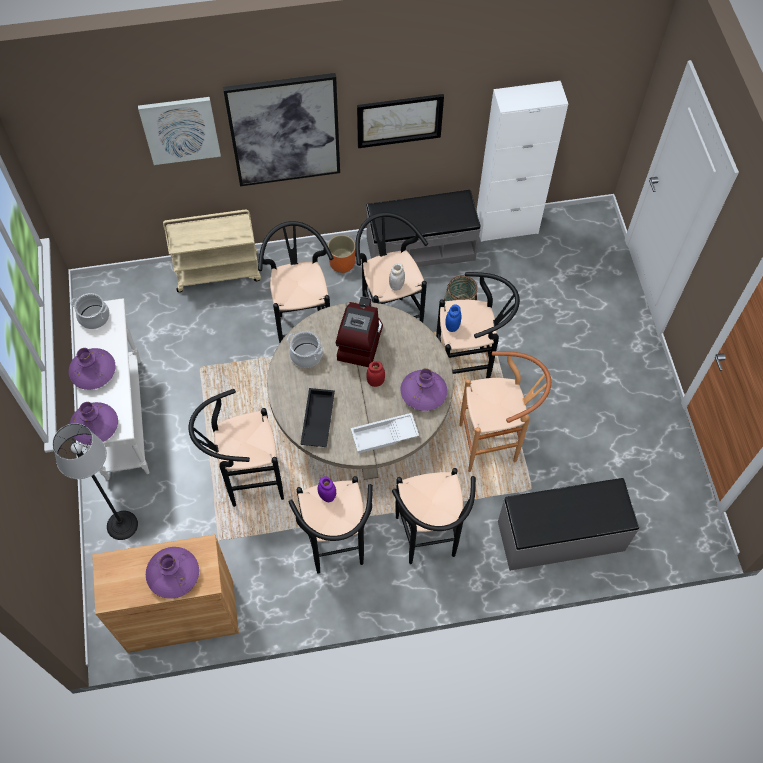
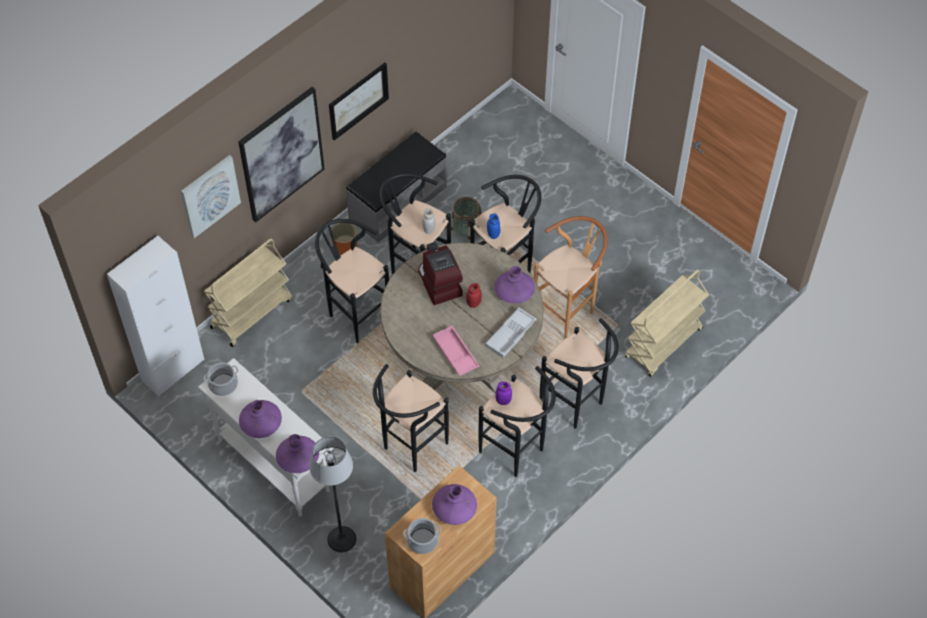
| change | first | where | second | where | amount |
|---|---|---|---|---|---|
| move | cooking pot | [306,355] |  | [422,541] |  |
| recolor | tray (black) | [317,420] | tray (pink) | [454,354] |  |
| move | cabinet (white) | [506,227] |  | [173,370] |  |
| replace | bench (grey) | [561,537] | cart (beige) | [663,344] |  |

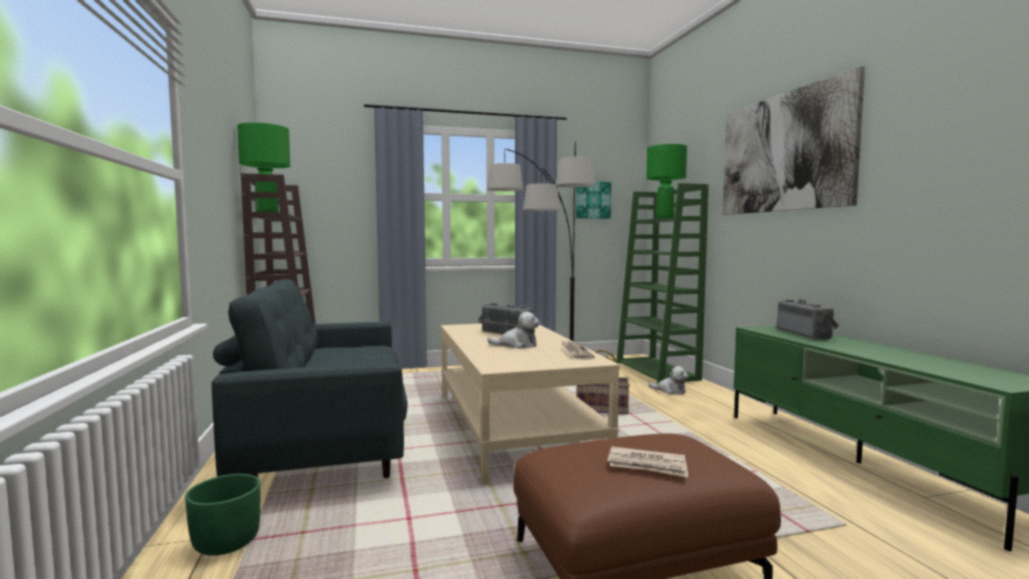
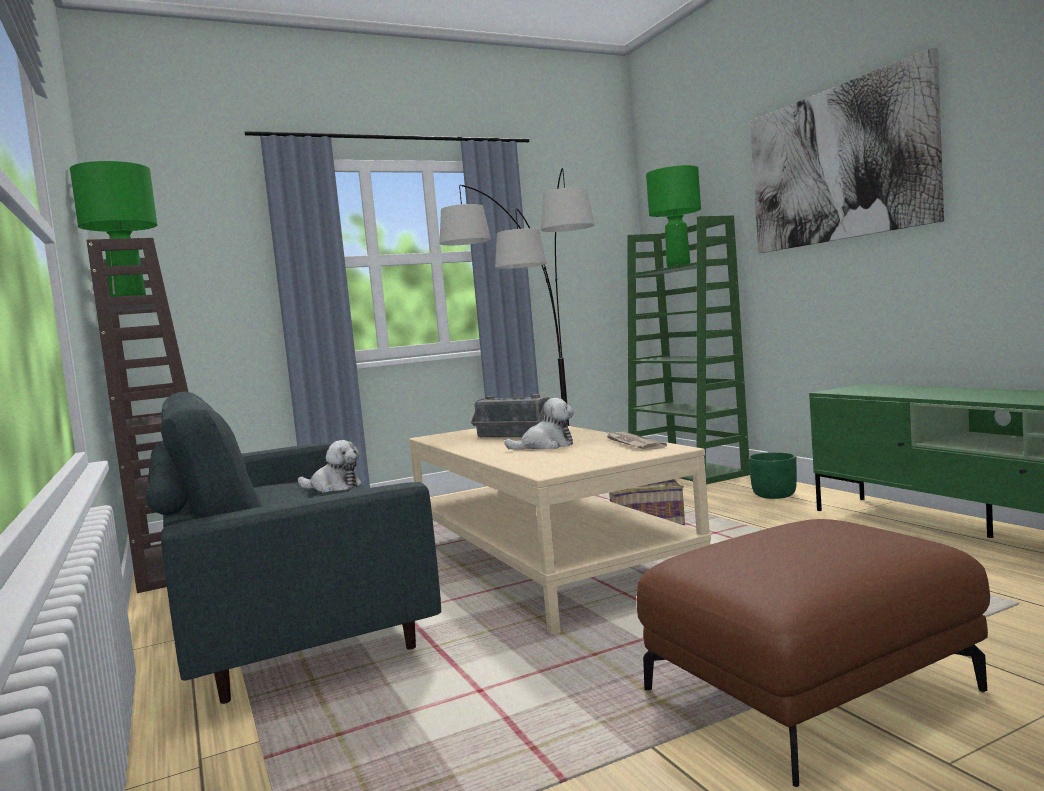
| change | first | where | second | where | amount |
|---|---|---|---|---|---|
| move | planter (green) | [226,542] |  | [774,495] |  |
| delete | picture | [592,200] |  |  |  |
| delete | newspaper | [647,465] |  |  |  |
| move | plush toy | [670,391] |  | [333,487] |  |
| delete | radio | [806,334] |  |  |  |

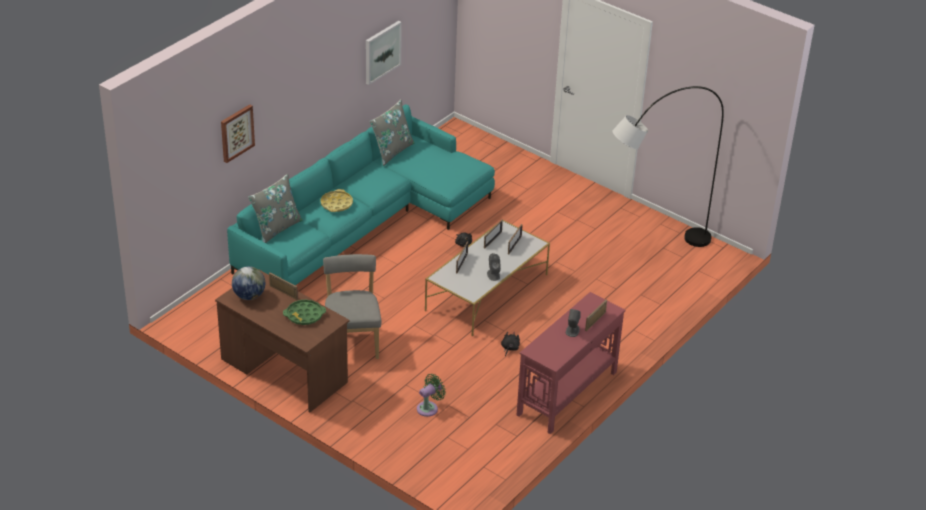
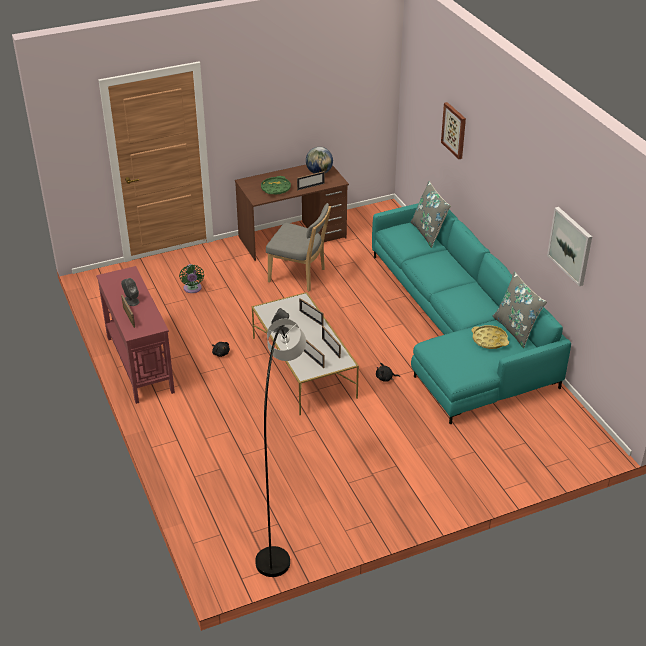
| change | first | where | second | where | amount |
|---|---|---|---|---|---|
| move | tray (yellow) | [336,204] |  | [489,340] |  |

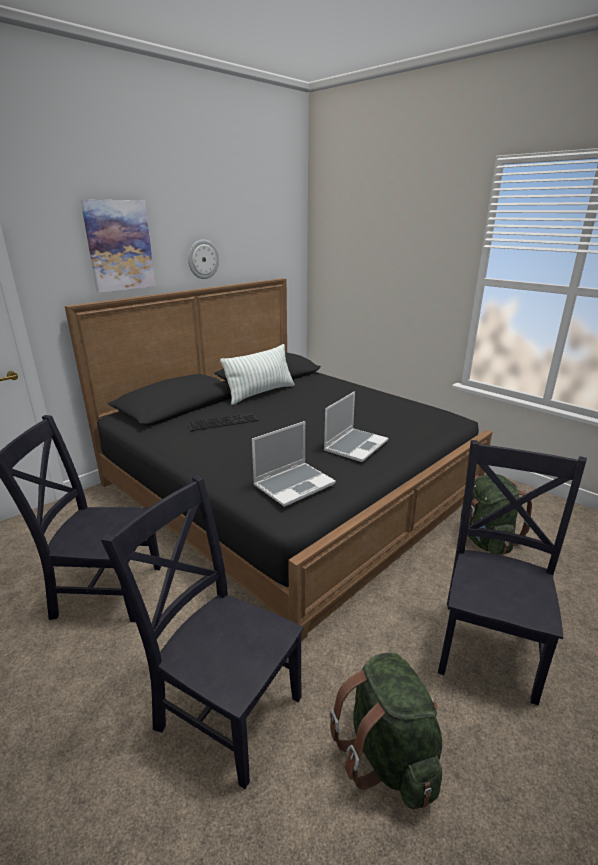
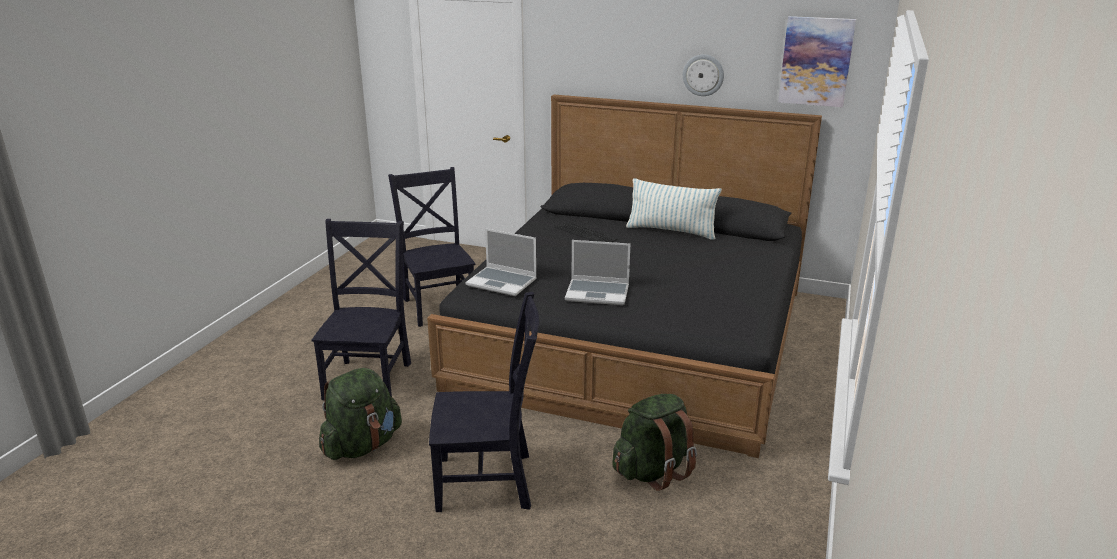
| change | first | where | second | where | amount |
|---|---|---|---|---|---|
| move | picture | [119,246] |  | [816,61] |  |

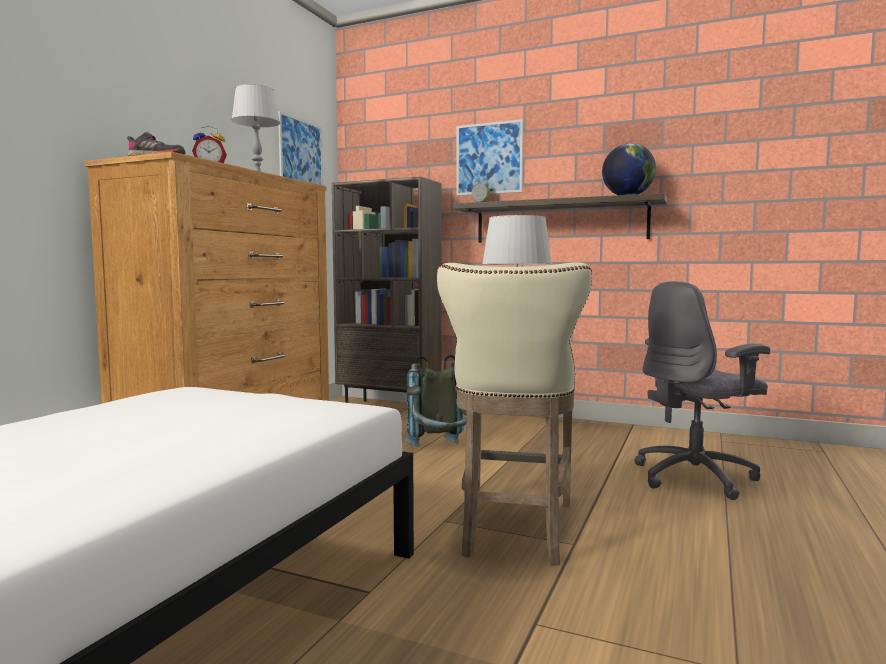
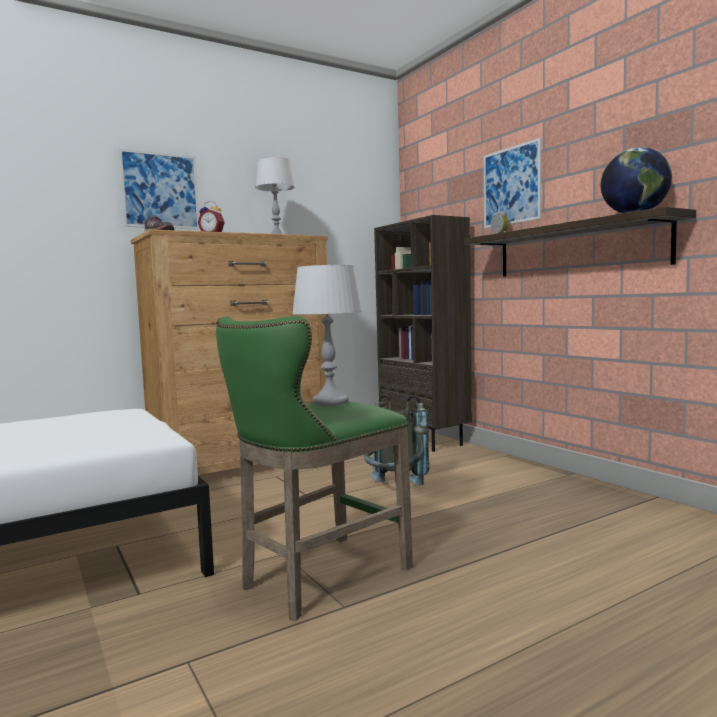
| change | first | where | second | where | amount |
|---|---|---|---|---|---|
| move | picture | [301,154] |  | [160,190] |  |
| recolor | stool (beige) | [514,531] | stool (green) | [317,579] |  |
| delete | office chair (grey) | [696,477] |  |  |  |

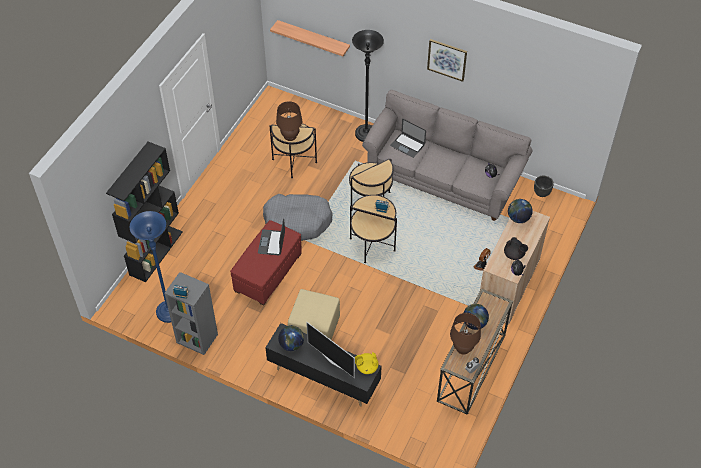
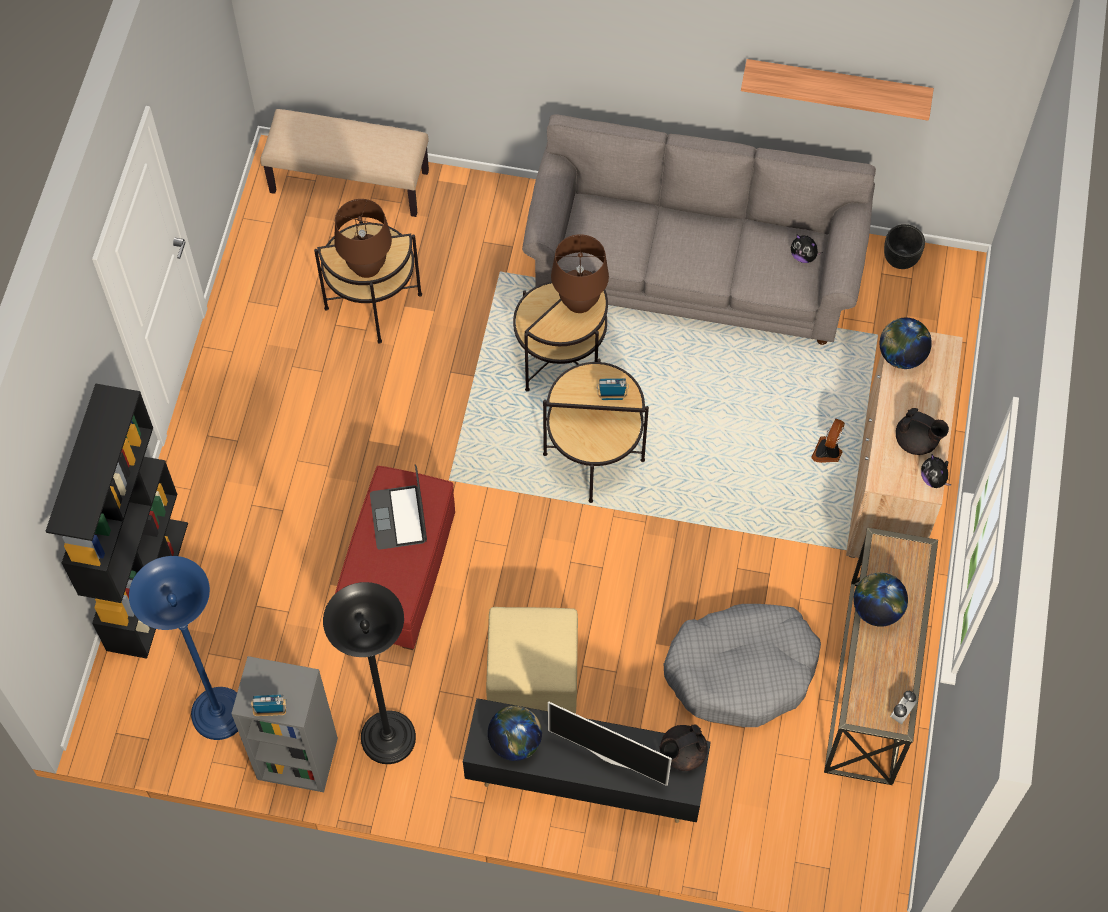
| change | first | where | second | where | amount |
|---|---|---|---|---|---|
| move | dog bed (grey) | [298,221] |  | [741,670] |  |
| move | shelf | [313,38] |  | [837,85] |  |
| move | floor lamp (black) | [366,134] |  | [388,738] |  |
| recolor | teapot (yellow) | [366,367] | teapot (black) | [682,753] |  |
| delete | laptop | [407,145] |  |  |  |
| delete | picture | [447,59] |  |  |  |
| move | table lamp (brown) | [463,348] |  | [579,301] |  |
| insert |  |  | bench (beige) | [350,181] |  |

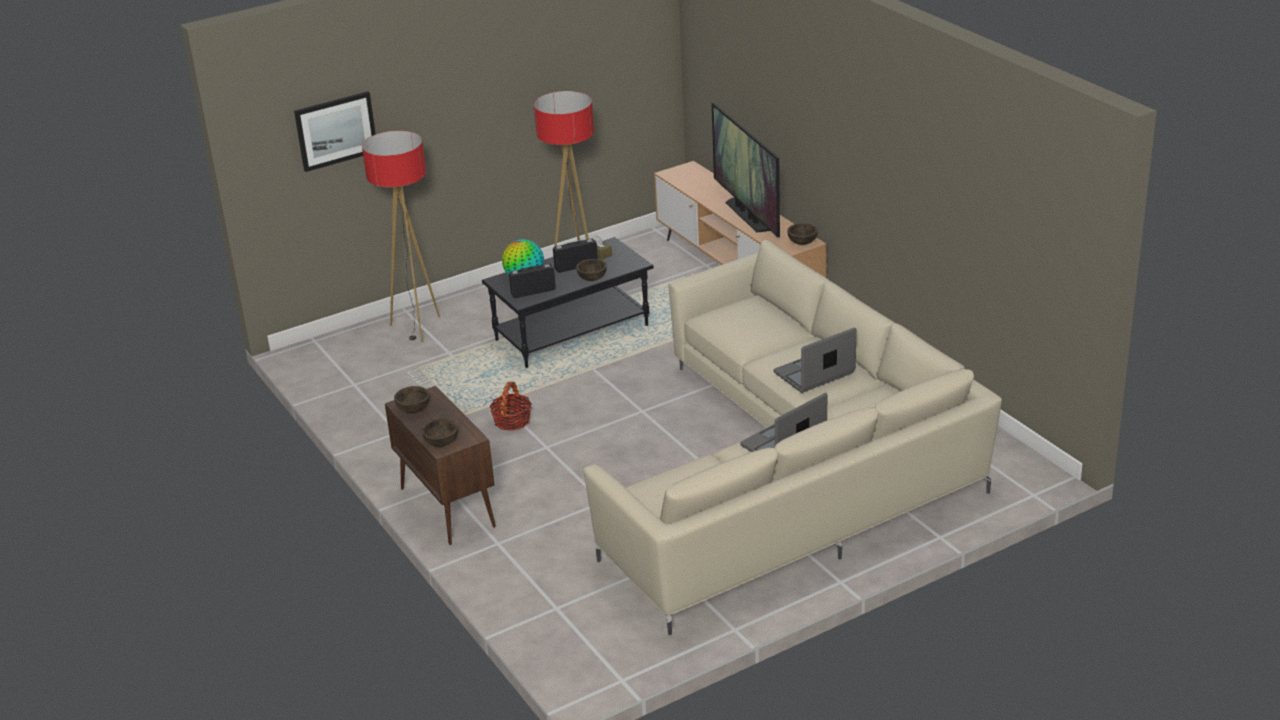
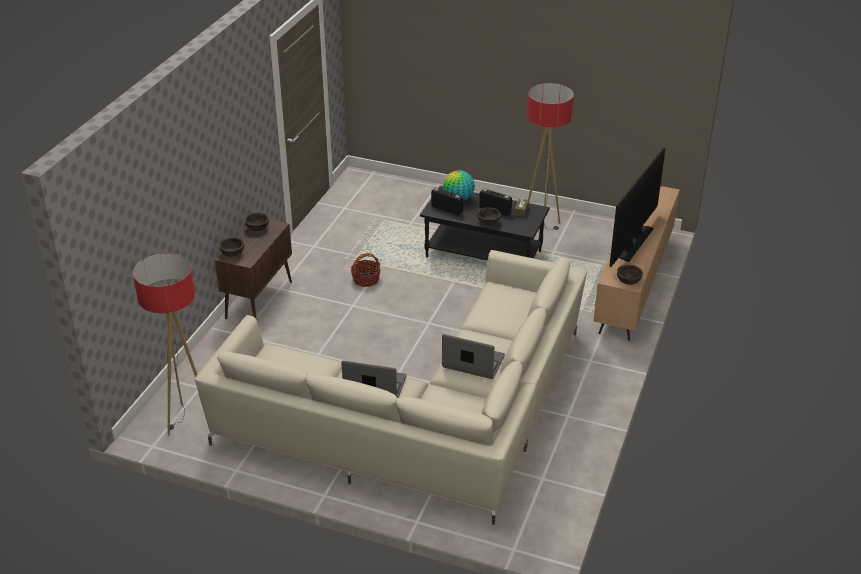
| change | first | where | second | where | amount |
|---|---|---|---|---|---|
| delete | picture | [336,130] |  |  |  |
| move | floor lamp | [417,328] |  | [187,421] |  |

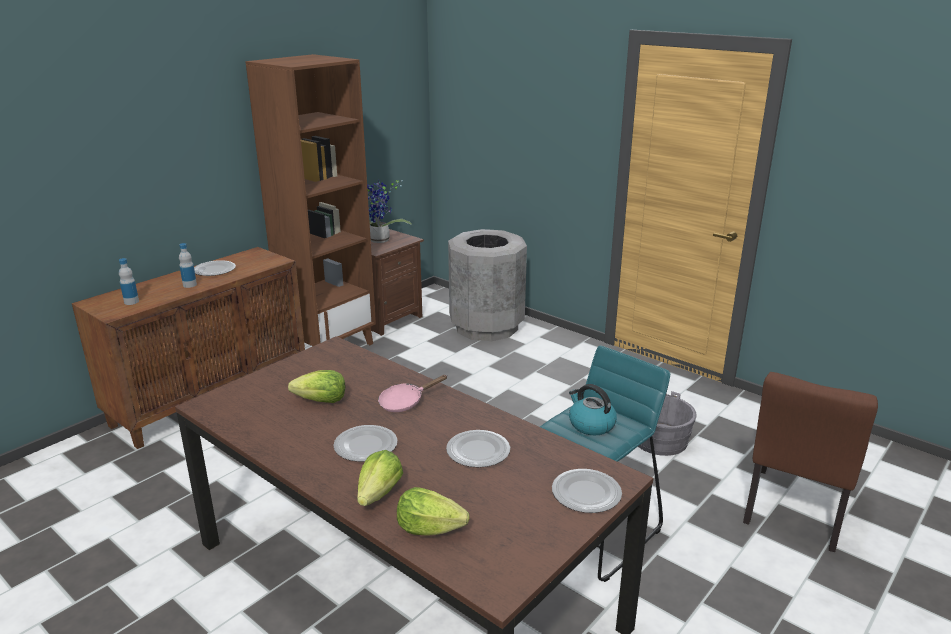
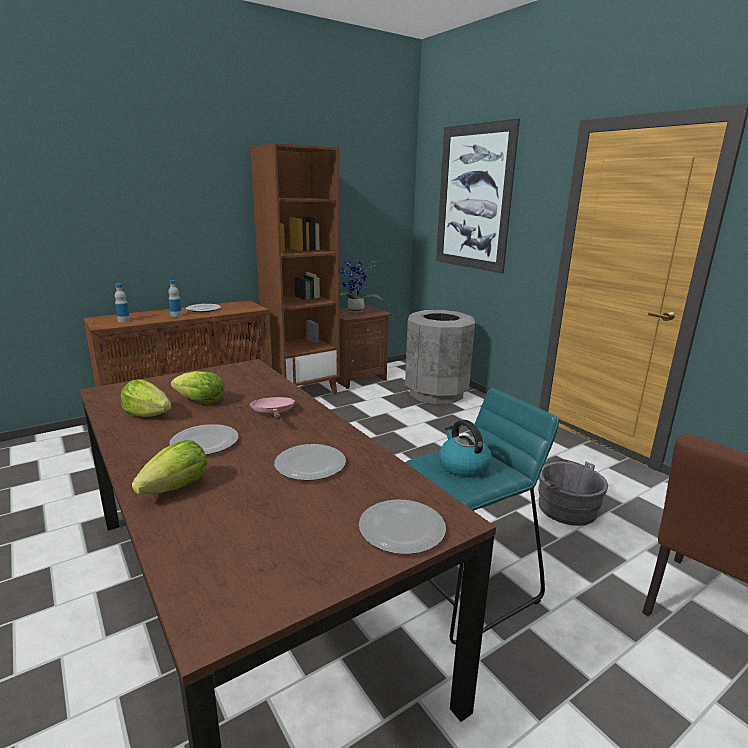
| change | first | where | second | where | amount |
|---|---|---|---|---|---|
| rotate | frying pan (pink) | [405,402] |  | [274,413] | 90 degrees clockwise |
| move | lettuce | [429,528] |  | [148,414] |  |
| insert |  |  | picture | [473,198] |  |

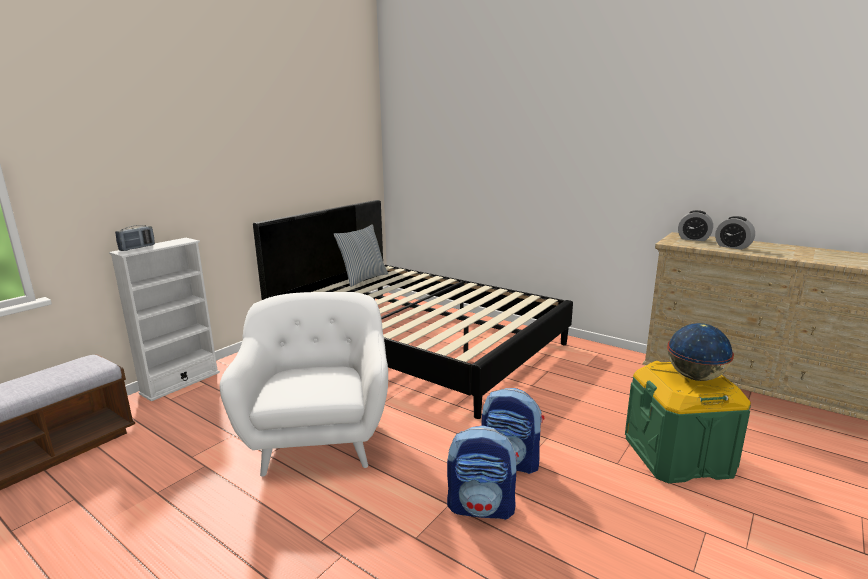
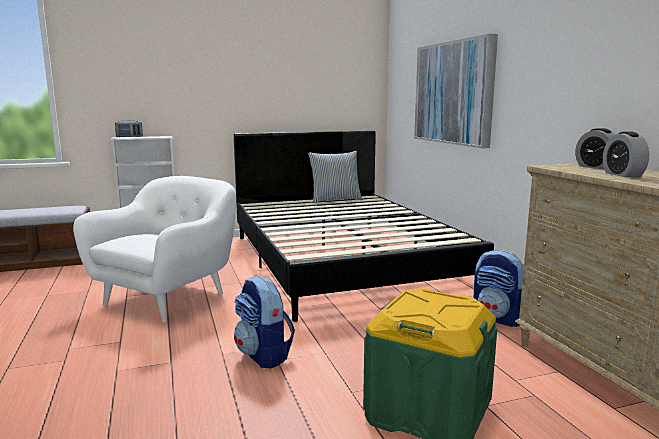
| change | first | where | second | where | amount |
|---|---|---|---|---|---|
| move | backpack | [482,507] |  | [498,318] |  |
| delete | globe | [695,377] |  |  |  |
| insert |  |  | picture | [453,93] |  |

